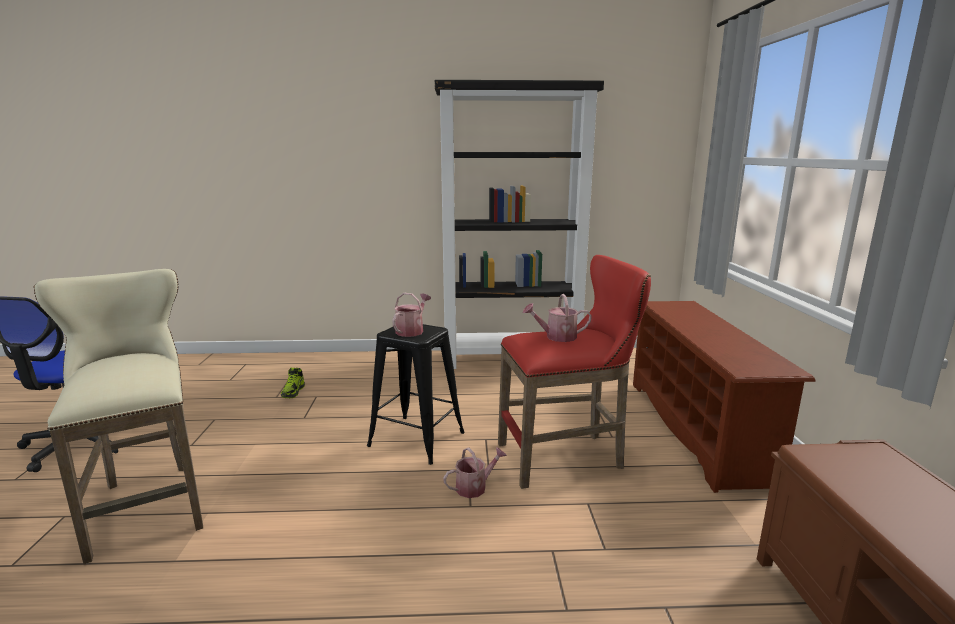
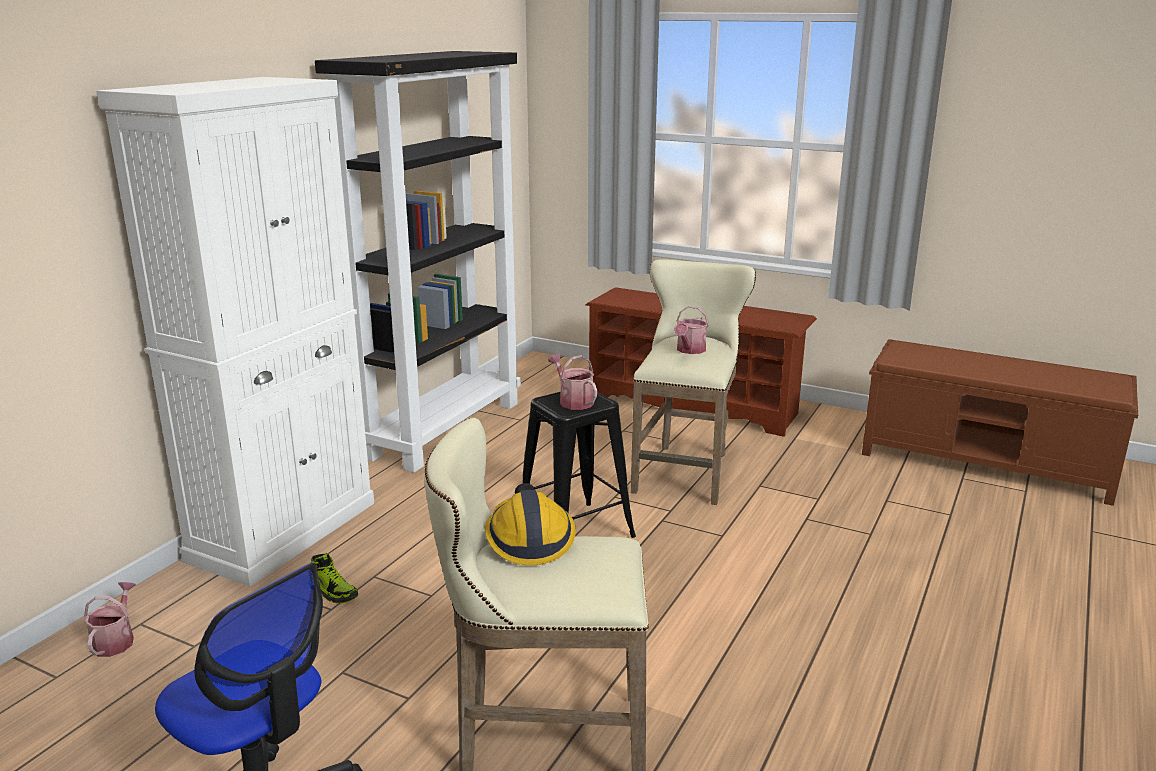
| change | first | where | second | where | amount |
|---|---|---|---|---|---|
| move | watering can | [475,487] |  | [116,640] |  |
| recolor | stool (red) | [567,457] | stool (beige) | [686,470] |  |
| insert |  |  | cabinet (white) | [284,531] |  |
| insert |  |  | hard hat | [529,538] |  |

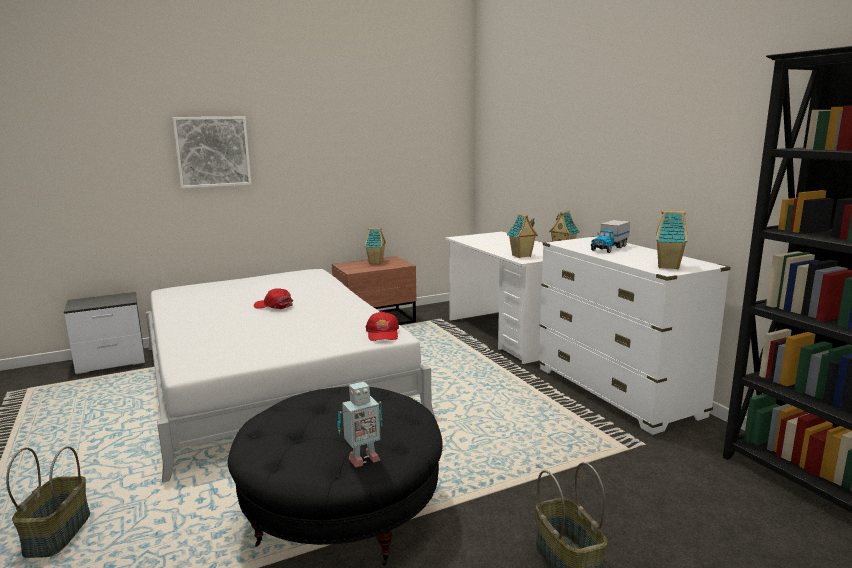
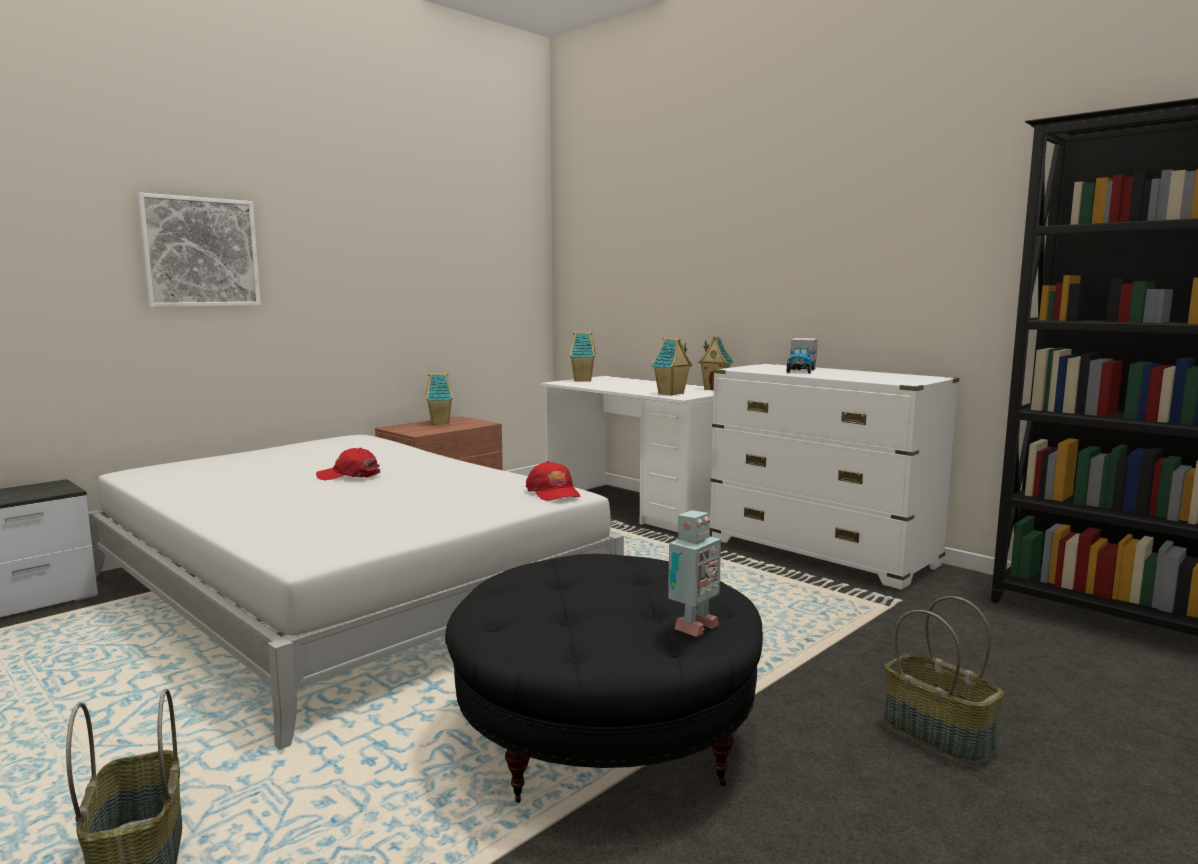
| change | first | where | second | where | amount |
|---|---|---|---|---|---|
| move | toy house | [669,266] |  | [583,380] |  |

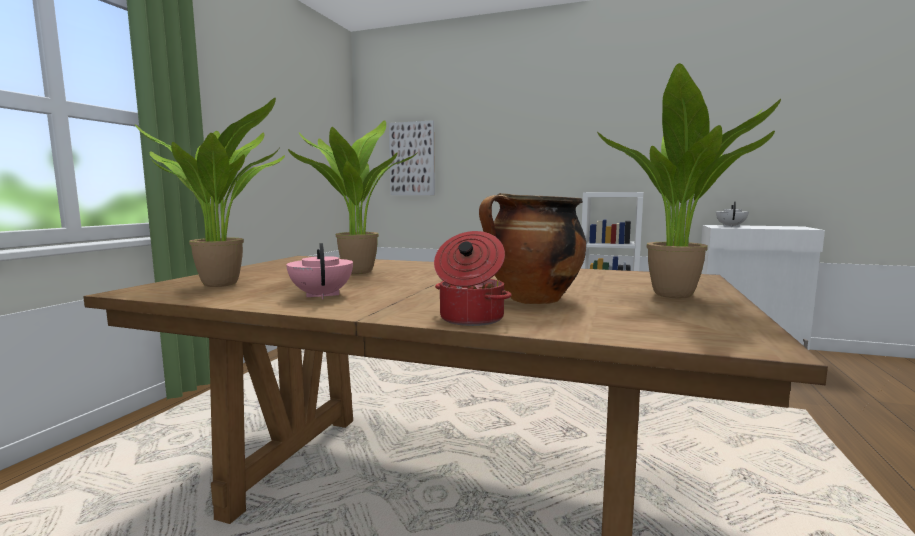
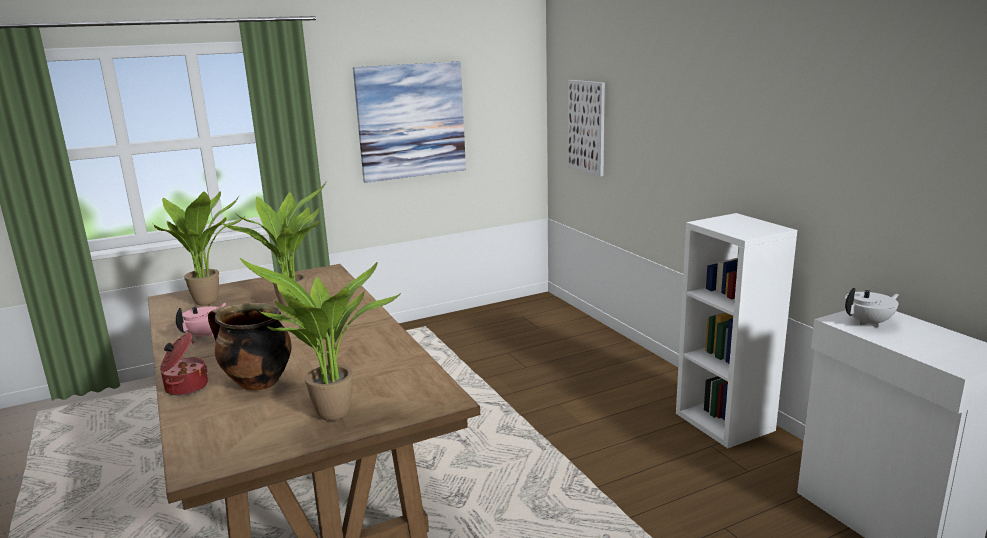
| change | first | where | second | where | amount |
|---|---|---|---|---|---|
| insert |  |  | picture | [411,121] |  |

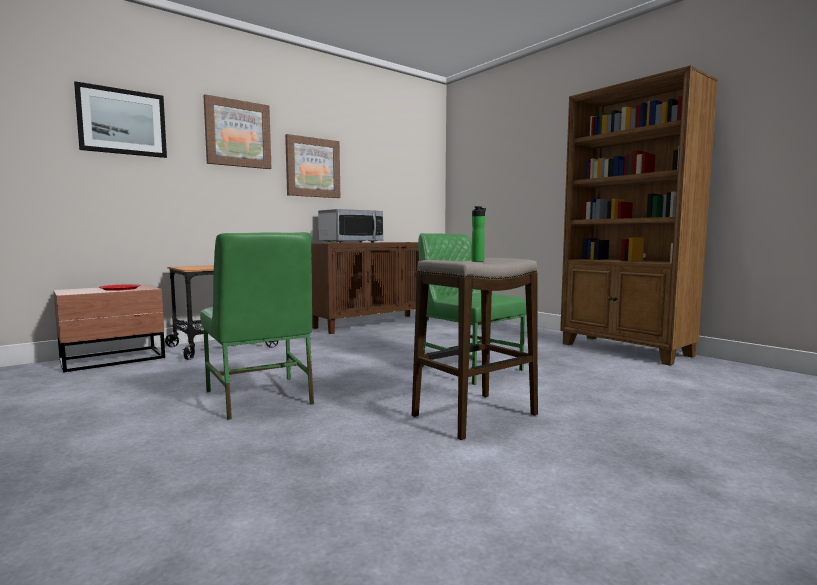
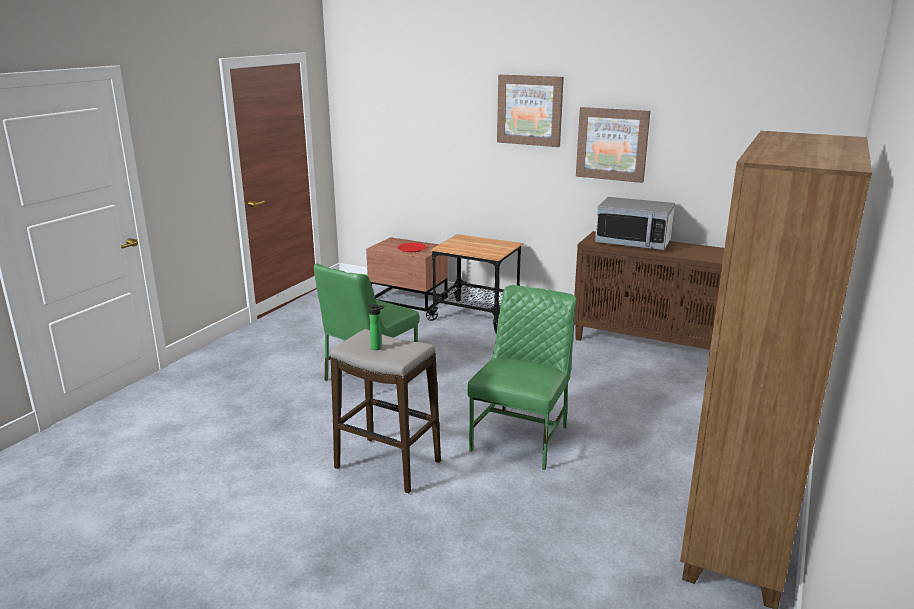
| change | first | where | second | where | amount |
|---|---|---|---|---|---|
| delete | picture | [122,122] |  |  |  |

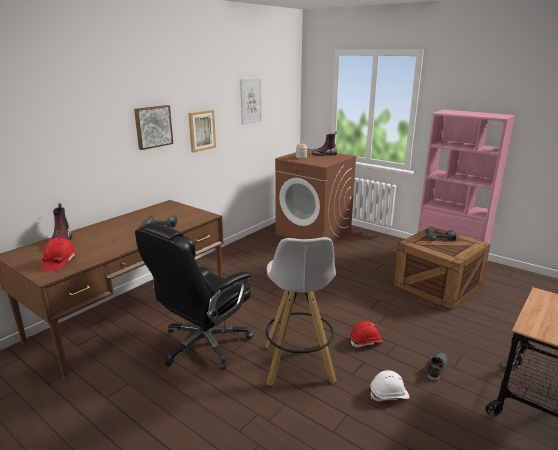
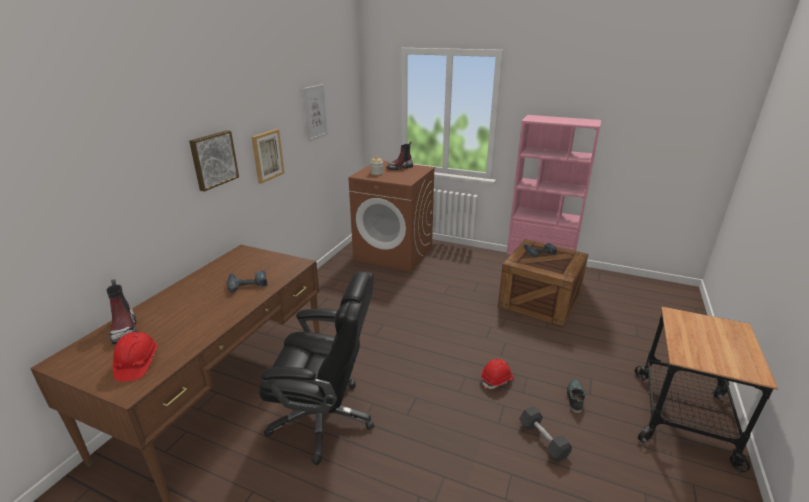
| change | first | where | second | where | amount |
|---|---|---|---|---|---|
| rotate | office chair (black) | [203,344] |  | [325,418] | 105 degrees counterclockwise |
| delete | stool (white) | [299,365] |  |  |  |
| replace | hard hat (white) | [389,394] | dumbbell (black) | [543,440] |  |

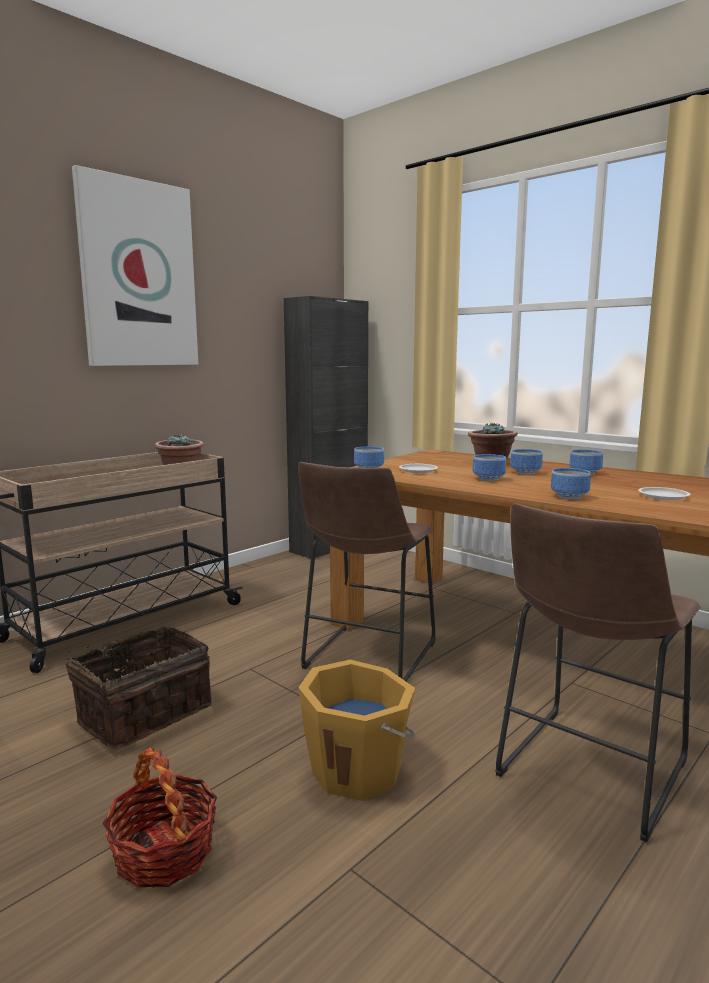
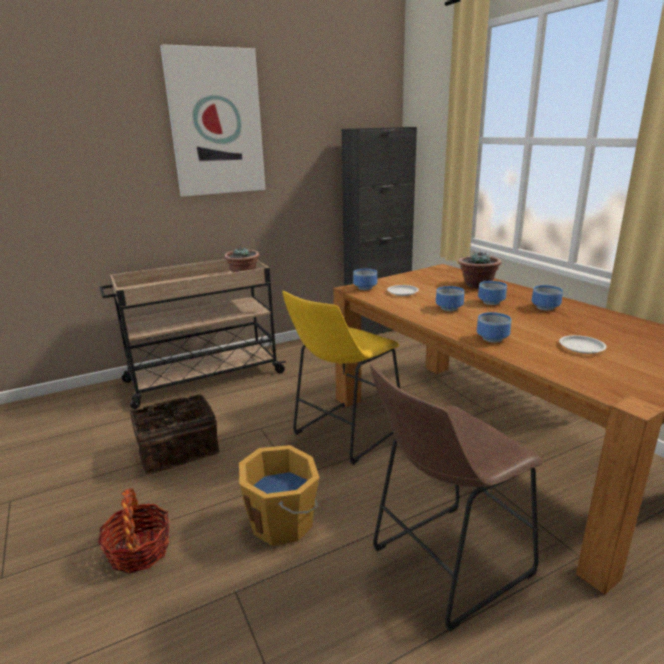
| change | first | where | second | where | amount |
|---|---|---|---|---|---|
| recolor | stool (brown) | [366,658] | stool (yellow) | [344,433] |  |

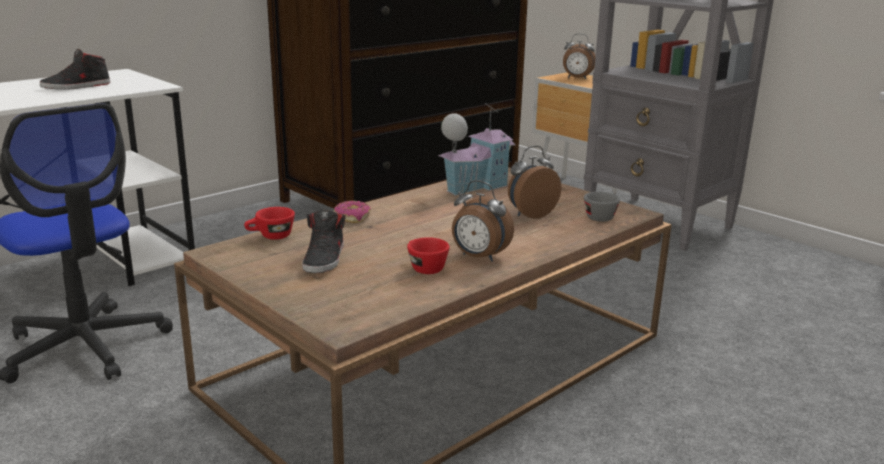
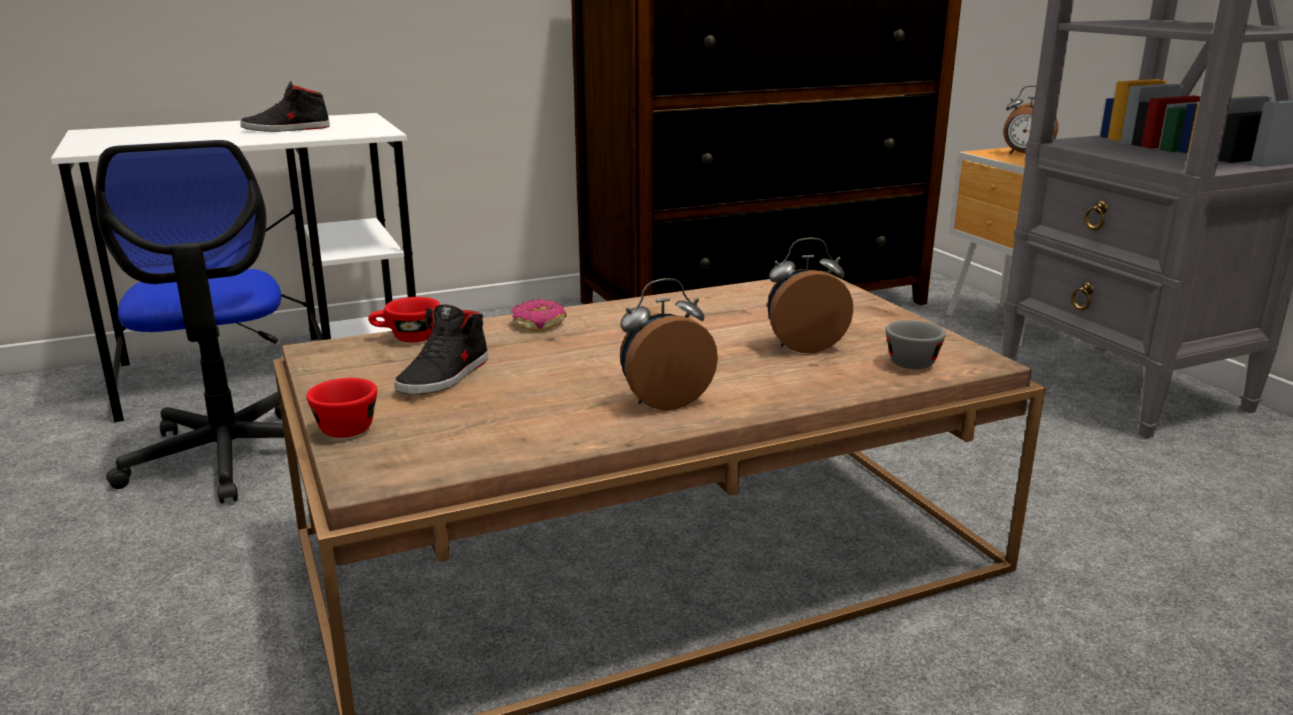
| change | first | where | second | where | amount |
|---|---|---|---|---|---|
| move | cup (red) | [424,267] |  | [346,425] |  |
| delete | toy house | [475,186] |  |  |  |
| rotate | alarm clock | [478,257] |  | [663,401] | 105 degrees clockwise |

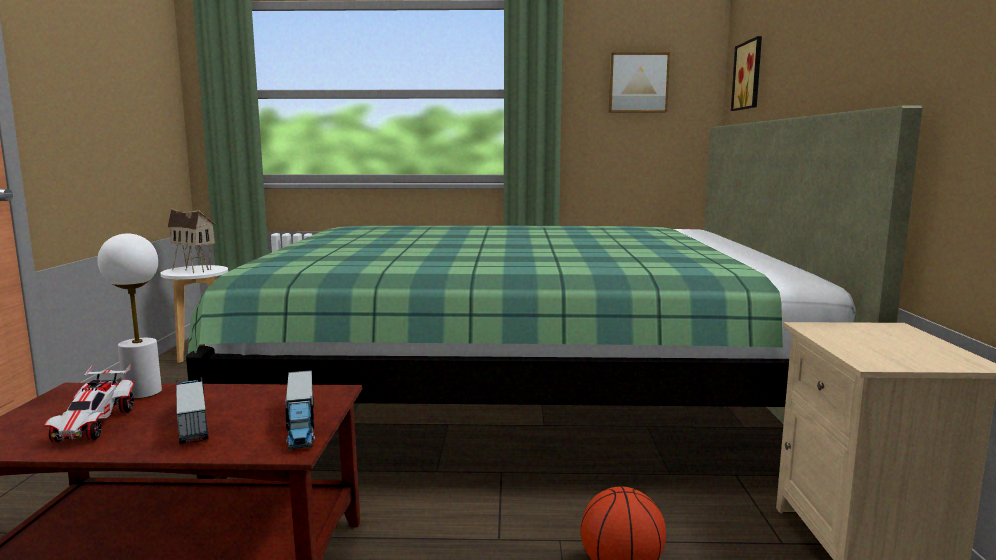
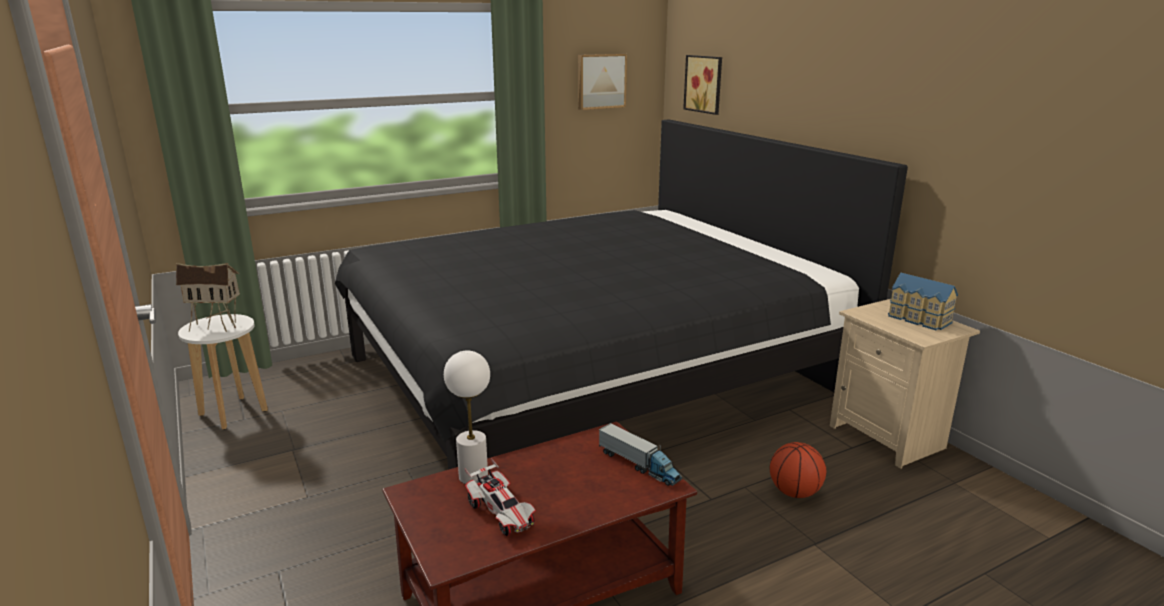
| change | first | where | second | where | amount |
|---|---|---|---|---|---|
| delete | toy truck | [192,421] |  |  |  |
| recolor | bed (green) | [523,391] | bed (black) | [589,378] |  |
| insert |  |  | toy house | [918,319] |  |

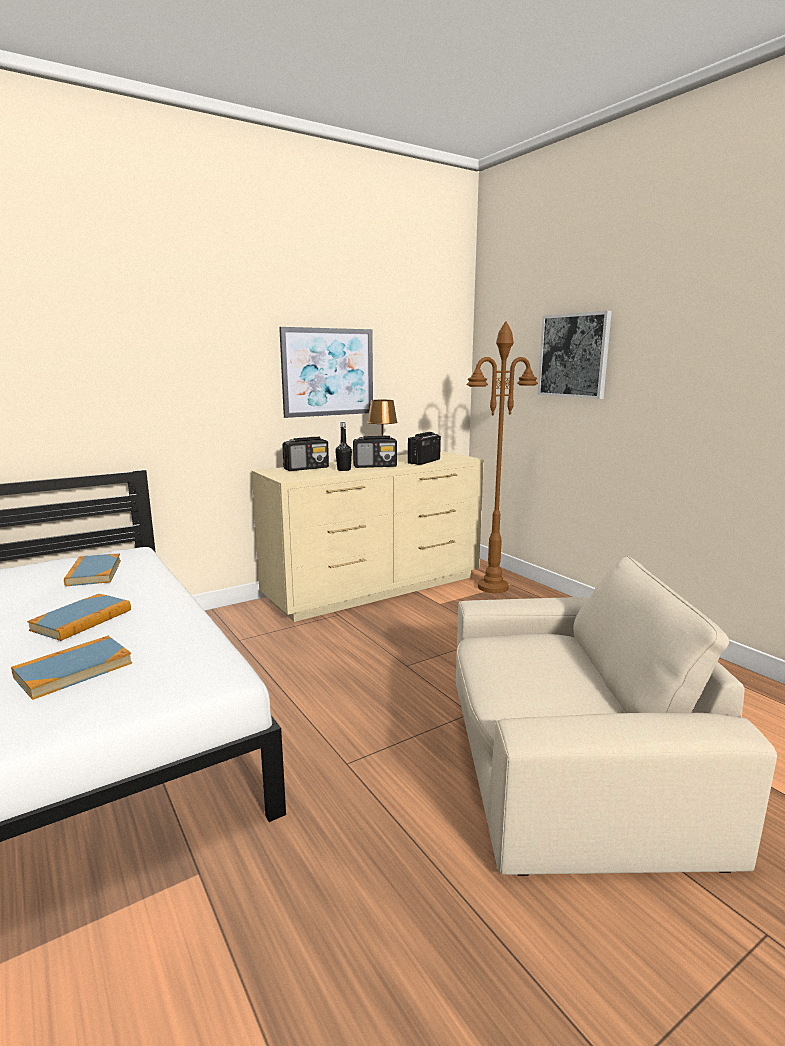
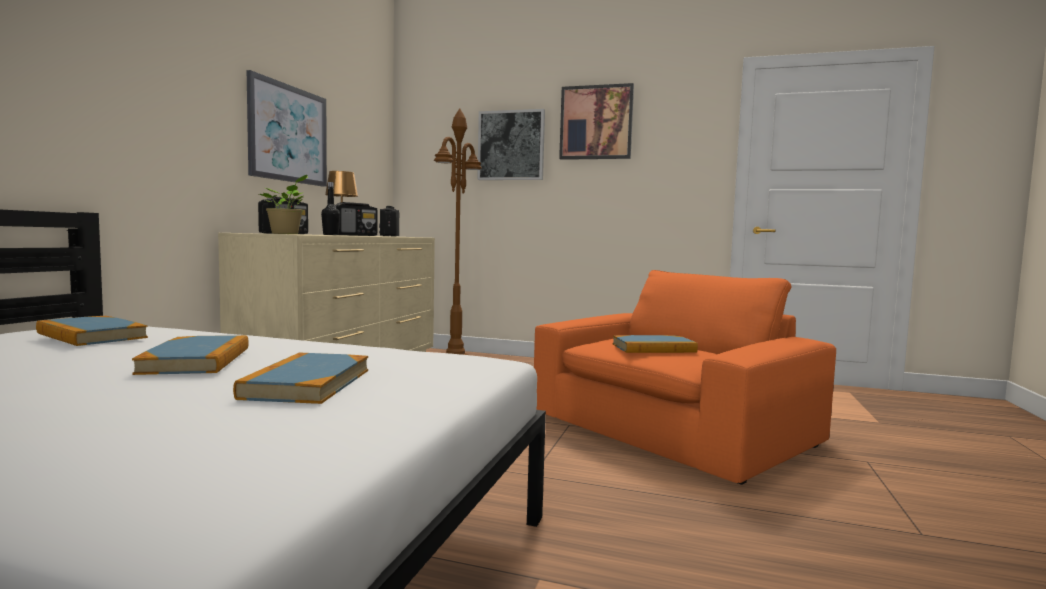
| change | first | where | second | where | amount |
|---|---|---|---|---|---|
| recolor | armchair (beige) | [567,761] | armchair (orange) | [670,429] |  |
| insert |  |  | potted plant | [286,234] |  |
| insert |  |  | picture | [596,122] |  |
| insert |  |  | book | [653,348] |  |

